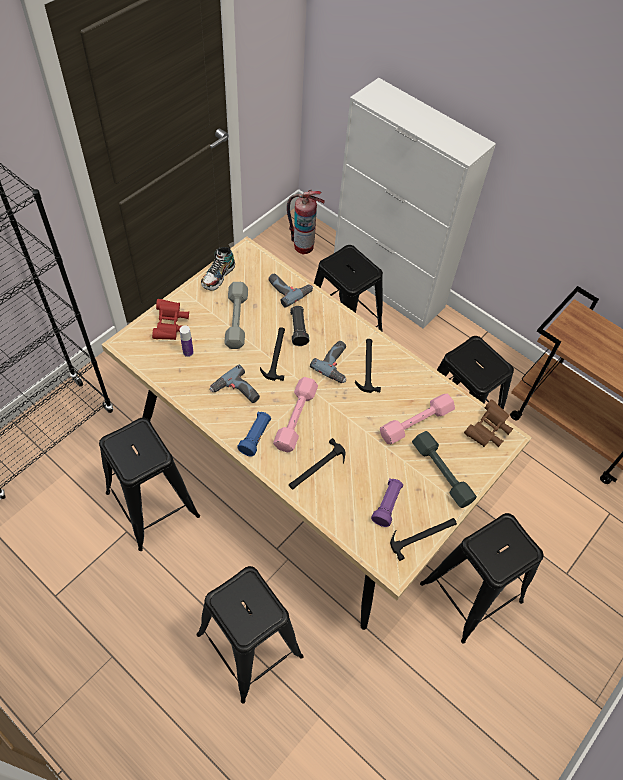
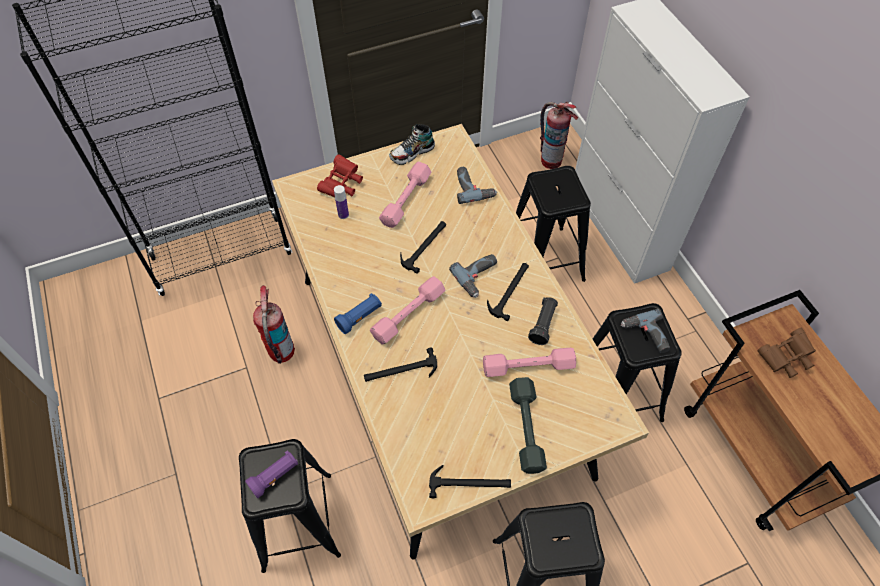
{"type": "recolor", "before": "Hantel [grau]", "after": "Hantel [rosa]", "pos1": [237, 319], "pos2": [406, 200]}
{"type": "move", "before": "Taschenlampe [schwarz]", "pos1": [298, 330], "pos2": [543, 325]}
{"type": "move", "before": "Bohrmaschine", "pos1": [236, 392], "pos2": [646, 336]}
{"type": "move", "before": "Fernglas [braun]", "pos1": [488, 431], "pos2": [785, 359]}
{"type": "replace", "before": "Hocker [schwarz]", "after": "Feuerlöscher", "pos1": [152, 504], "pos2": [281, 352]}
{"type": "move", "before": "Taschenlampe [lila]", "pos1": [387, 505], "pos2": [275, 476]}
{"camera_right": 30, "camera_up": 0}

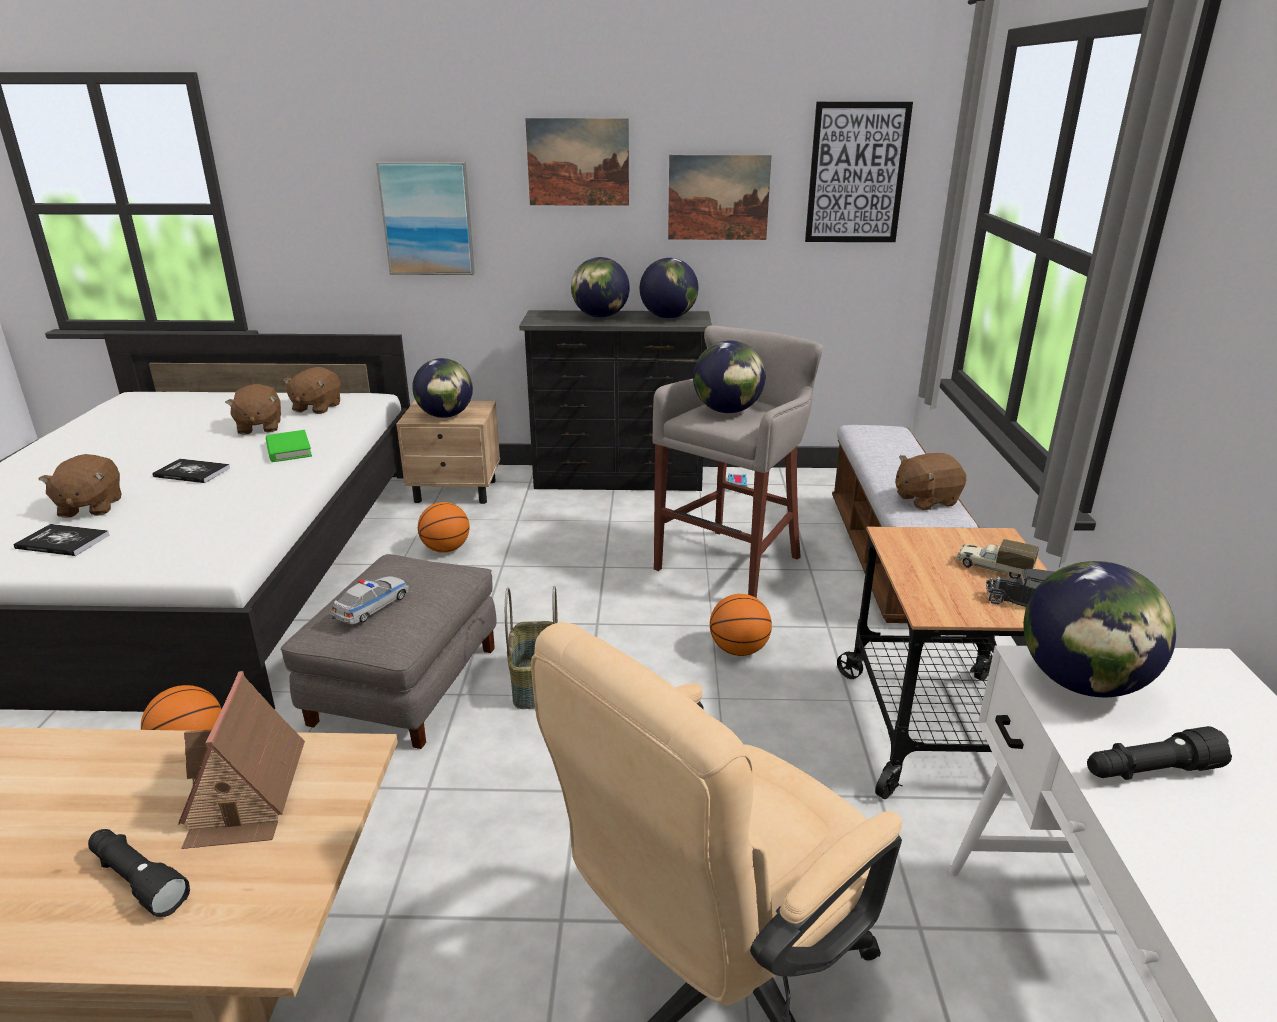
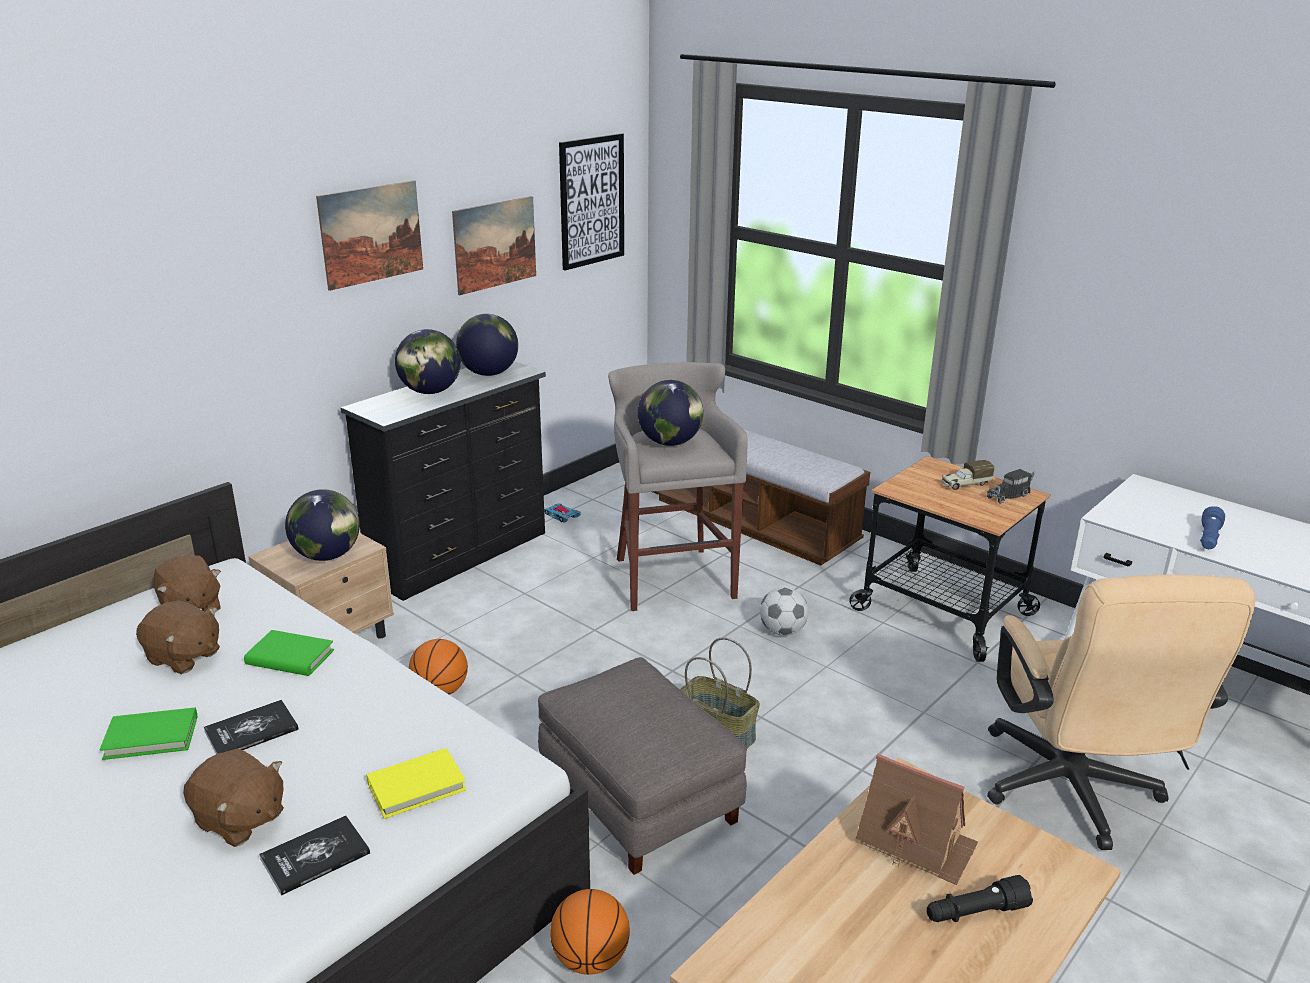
{"type": "delete", "before": "Bild", "pos1": [427, 219]}
{"type": "delete", "before": "Plüschtier [braun]", "pos1": [925, 500]}
{"type": "delete", "before": "Globus", "pos1": [1082, 683]}
{"type": "delete", "before": "Spielzeugauto", "pos1": [372, 606]}
{"type": "replace", "before": "Basketball", "after": "Fußball", "pos1": [739, 650], "pos2": [782, 631]}
{"type": "recolor", "before": "Taschenlampe [schwarz]", "after": "Taschenlampe [blau]", "pos1": [1149, 771], "pos2": [1208, 538]}
{"type": "insert", "after": "Buch [grün]", "pos2": [151, 737]}
{"type": "insert", "after": "Buch [gelb]", "pos2": [416, 786]}
{"camera_right": -50, "camera_up": 0}

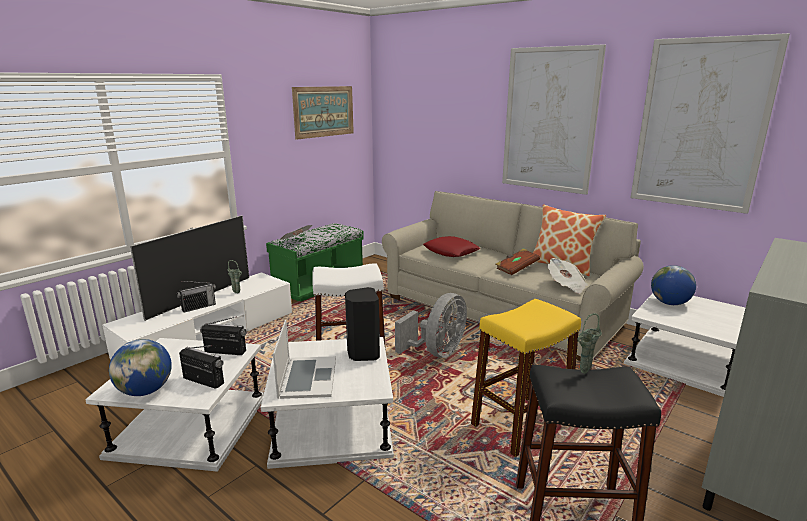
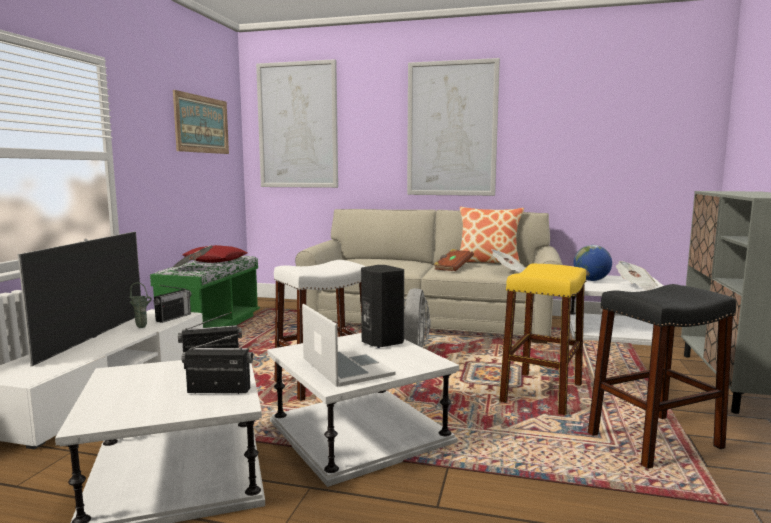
{"type": "move", "before": "Bild", "pos1": [701, 125], "pos2": [298, 125]}
{"type": "move", "before": "Kissen [rot]", "pos1": [451, 252], "pos2": [215, 260]}
{"type": "move", "before": "Radio", "pos1": [198, 307], "pos2": [173, 317]}
{"type": "delete", "before": "Vase [grün]", "pos1": [583, 373]}
{"type": "delete", "before": "Globus", "pos1": [145, 391]}
{"type": "insert", "after": "Zeitung", "pos2": [636, 286]}
{"camera_right": -25, "camera_up": -10}

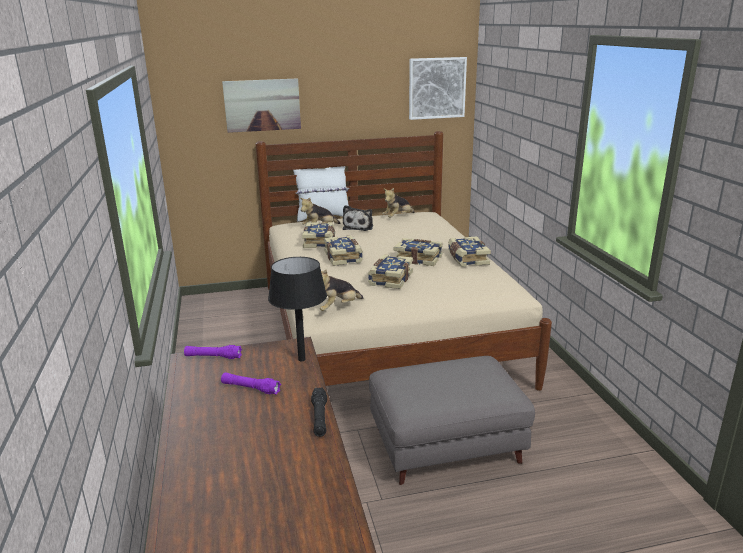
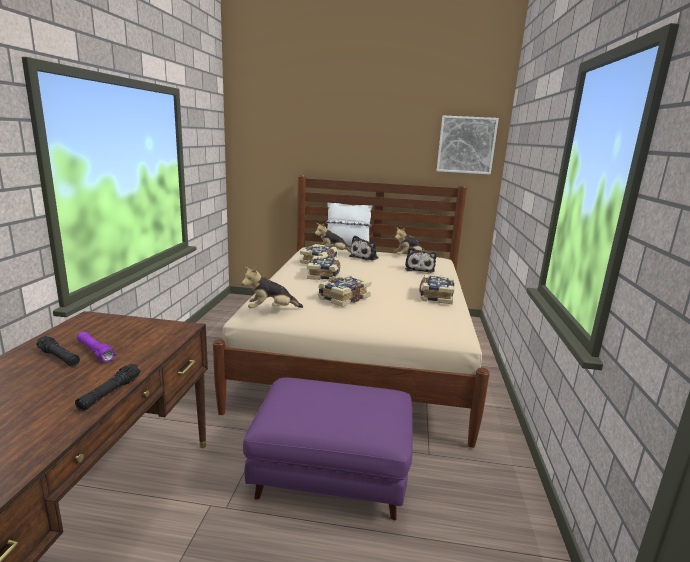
{"type": "delete", "before": "Bild", "pos1": [262, 105]}
{"type": "delete", "before": "Buch", "pos1": [418, 259]}
{"type": "delete", "before": "Tischlampe [schwarz]", "pos1": [302, 359]}
{"type": "delete", "before": "Taschenlampe [lila]", "pos1": [213, 357]}
{"type": "recolor", "before": "Polsterhocker [grau]", "after": "Polsterhocker [lila]", "pos1": [446, 445], "pos2": [332, 474]}
{"type": "insert", "after": "Plüschtier", "pos2": [419, 269]}
{"type": "insert", "after": "Taschenlampe [schwarz]", "pos2": [59, 357]}
{"camera_right": 20, "camera_up": -5}

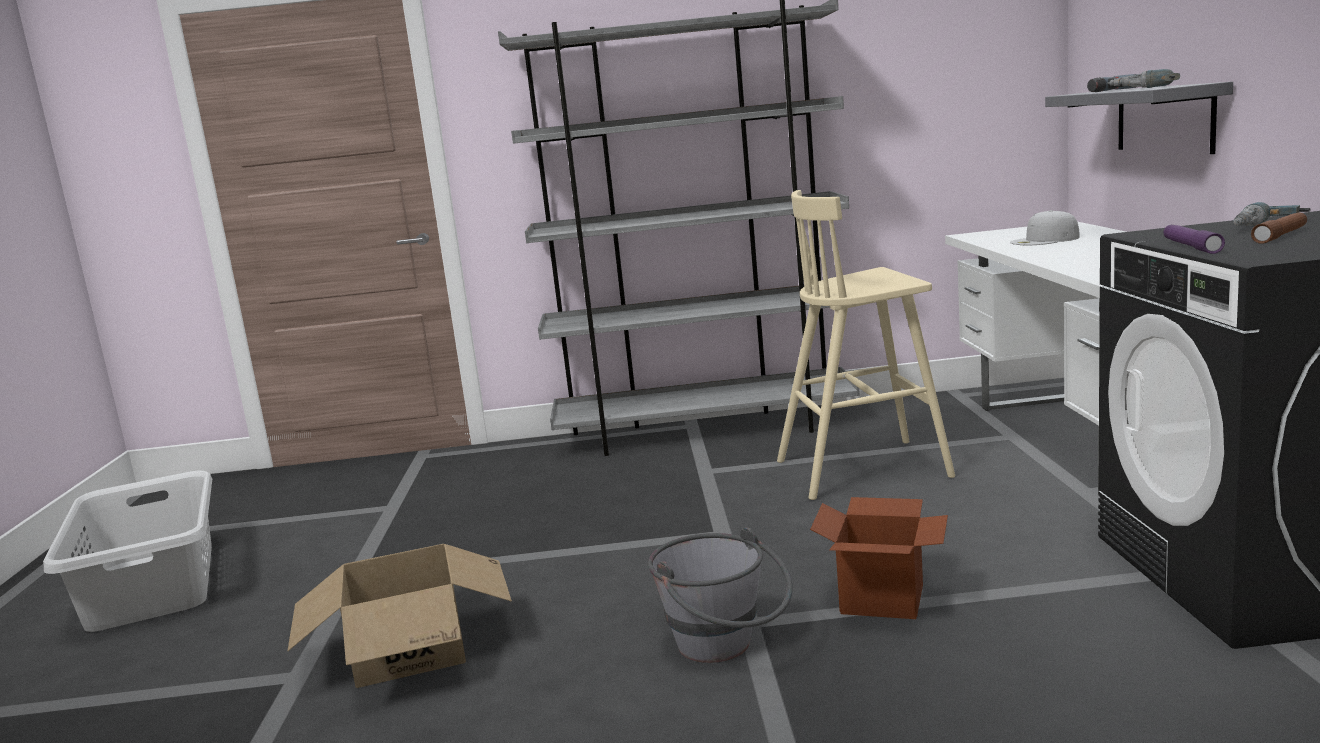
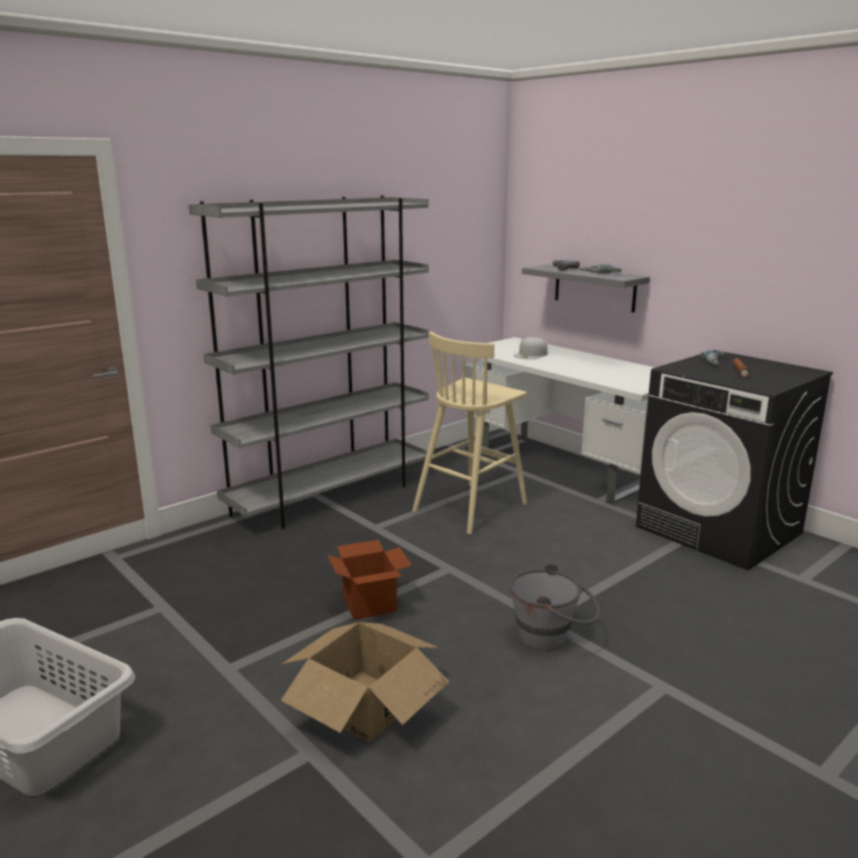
{"type": "delete", "before": "Taschenlampe [lila]", "pos1": [1191, 247]}
{"type": "move", "before": "Karton", "pos1": [881, 600], "pos2": [369, 604]}
{"camera_right": -40, "camera_up": 5}

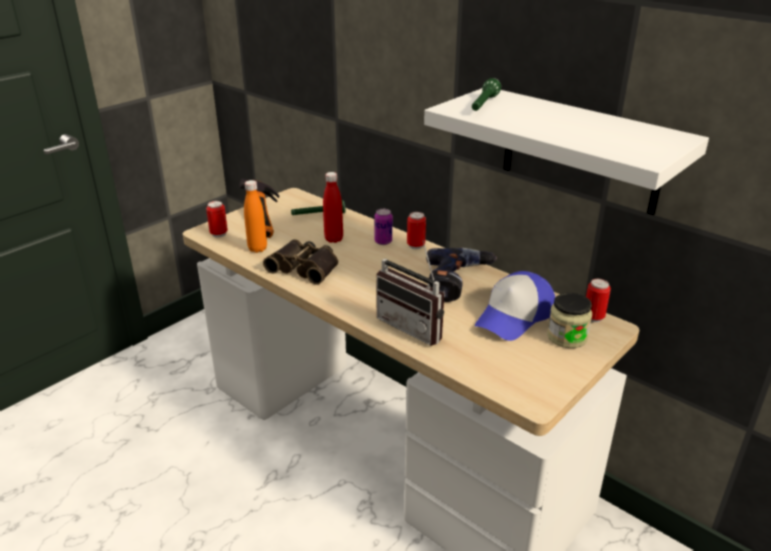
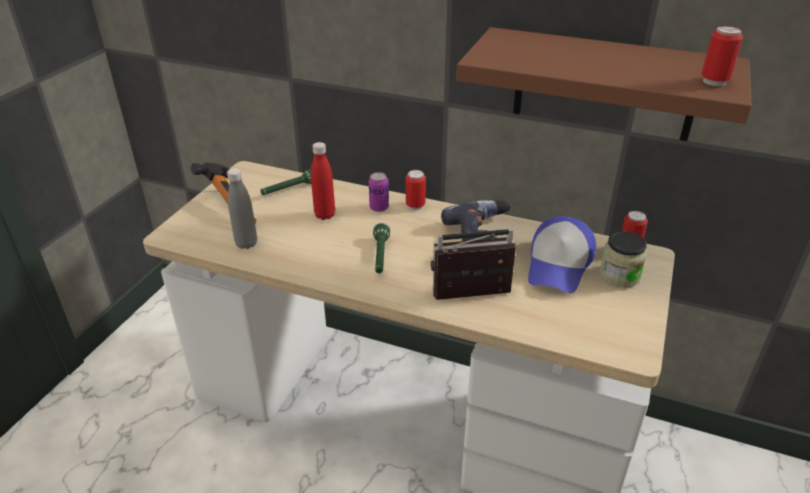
{"type": "move", "before": "Taschenlampe [grün]", "pos1": [483, 105], "pos2": [380, 256]}
{"type": "recolor", "before": "Wandregal [weiß]", "after": "Wandregal [braun]", "pos1": [580, 150], "pos2": [604, 85]}
{"type": "recolor", "before": "Flasche [orange]", "after": "Flasche [grau]", "pos1": [257, 249], "pos2": [246, 244]}
{"type": "move", "before": "Dose", "pos1": [219, 234], "pos2": [714, 82]}
{"type": "delete", "before": "Fernglas", "pos1": [305, 267]}
{"type": "rotate", "before": "Radio", "pos1": [415, 326], "pos2": [472, 298], "turn": 150}
{"camera_right": -20, "camera_up": 5}

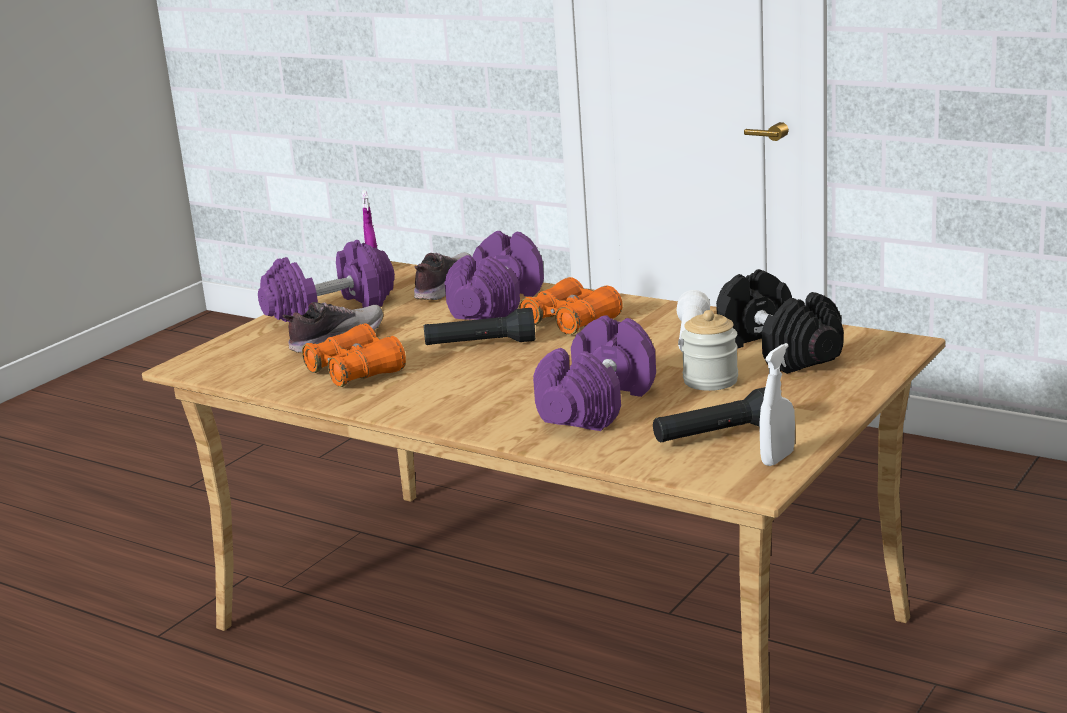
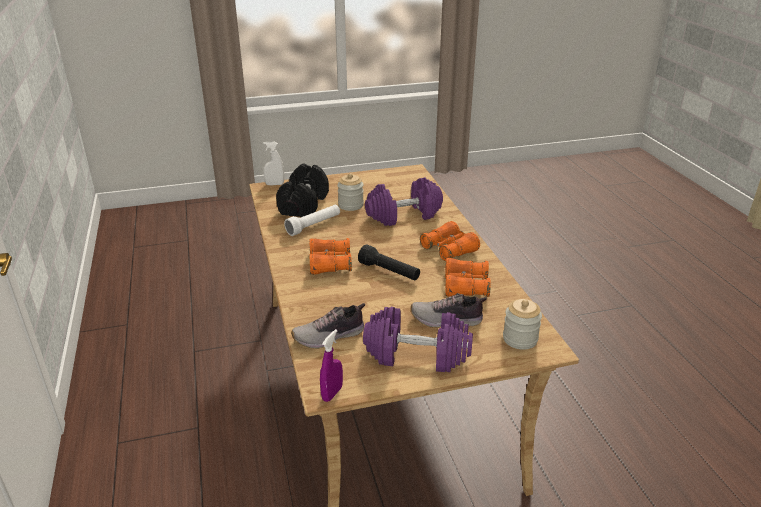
{"type": "delete", "before": "Hantel [lila]", "pos1": [497, 304]}
{"type": "move", "before": "Sprühflasche [weiß]", "pos1": [777, 458], "pos2": [274, 184]}
{"type": "delete", "before": "Taschenlampe [schwarz]", "pos1": [717, 435]}
{"type": "insert", "after": "Fernglas [orange]", "pos2": [449, 249]}
{"type": "insert", "after": "Vorratsglas", "pos2": [520, 339]}
{"camera_right": -140, "camera_up": 10}

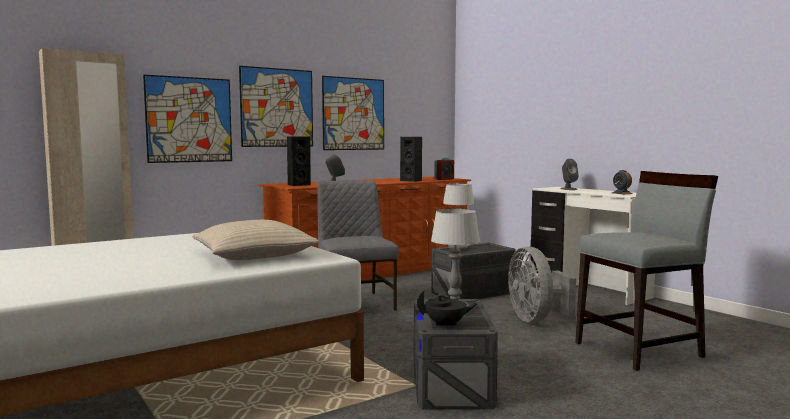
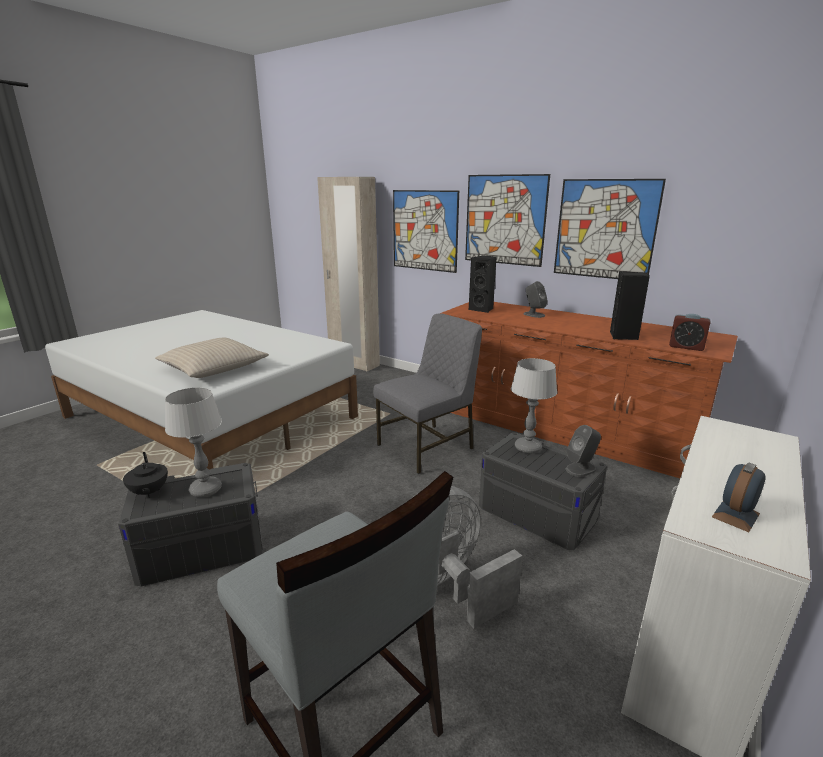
{"type": "move", "before": "Lautsprecher [grau]", "pos1": [568, 189], "pos2": [581, 469]}
{"camera_right": 70, "camera_up": 15}

